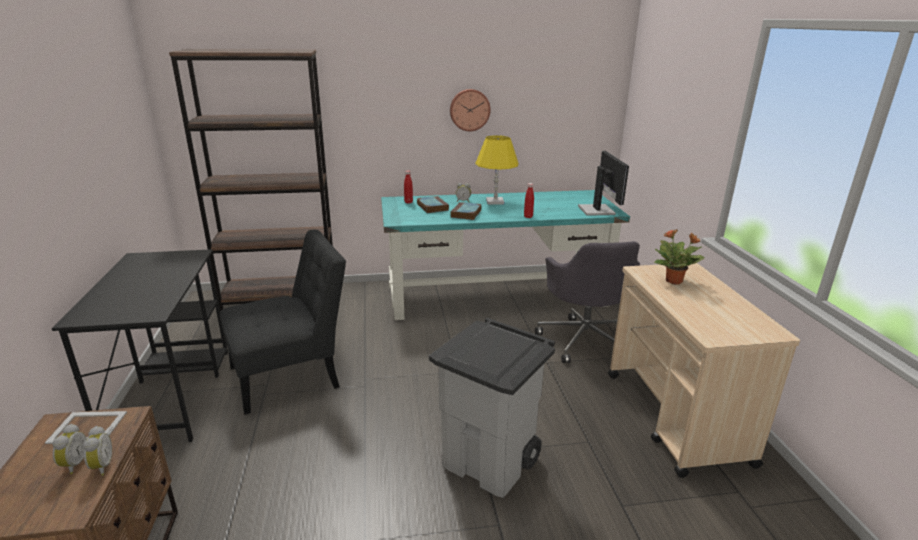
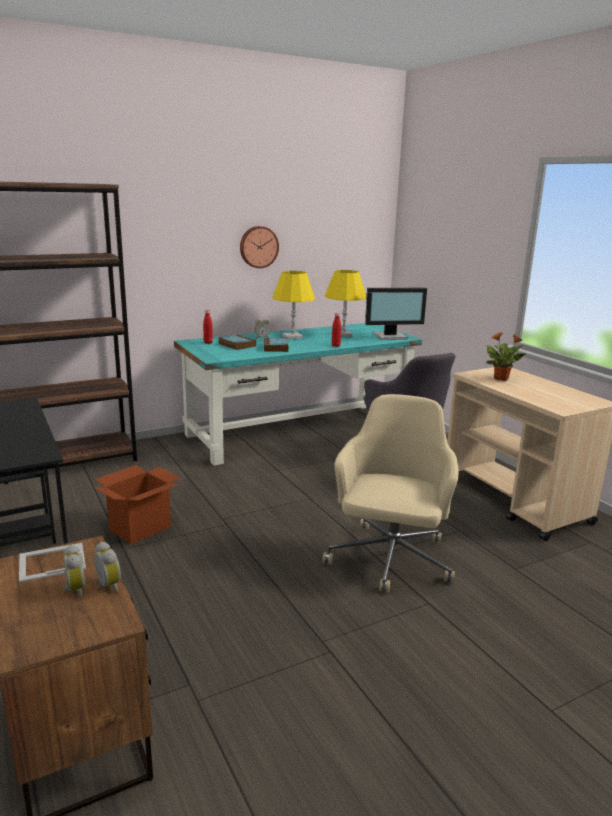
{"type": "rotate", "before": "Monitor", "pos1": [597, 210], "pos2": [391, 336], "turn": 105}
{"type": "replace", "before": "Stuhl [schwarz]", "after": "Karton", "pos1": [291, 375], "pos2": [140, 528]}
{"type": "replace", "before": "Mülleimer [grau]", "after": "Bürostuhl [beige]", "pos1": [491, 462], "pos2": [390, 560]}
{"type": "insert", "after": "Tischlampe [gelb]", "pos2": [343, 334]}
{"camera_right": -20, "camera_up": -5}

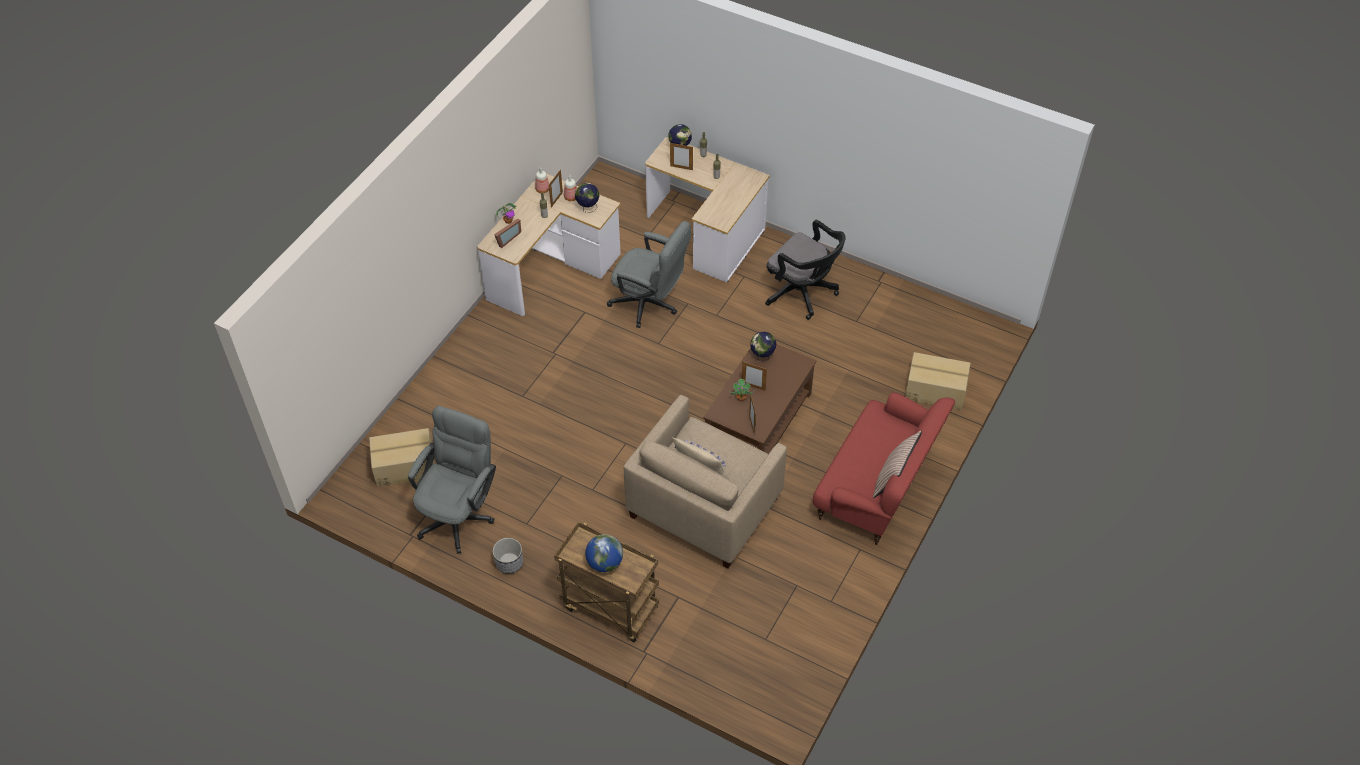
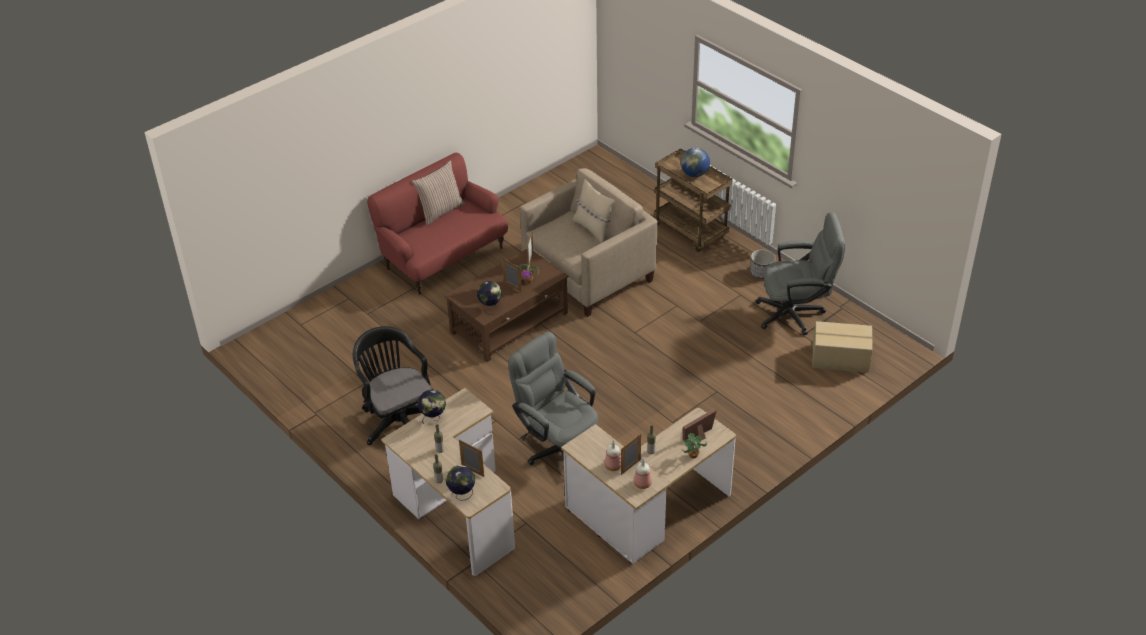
{"type": "move", "before": "Globus", "pos1": [588, 208], "pos2": [433, 418]}
{"type": "delete", "before": "Karton", "pos1": [935, 390]}
{"type": "rotate", "before": "Bürostuhl [grau]", "pos1": [459, 513], "pos2": [796, 314], "turn": -135}
{"camera_right": -160, "camera_up": -10}

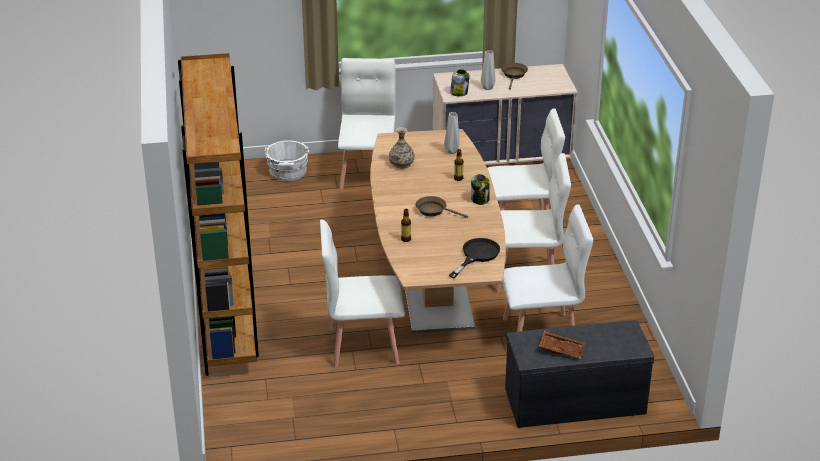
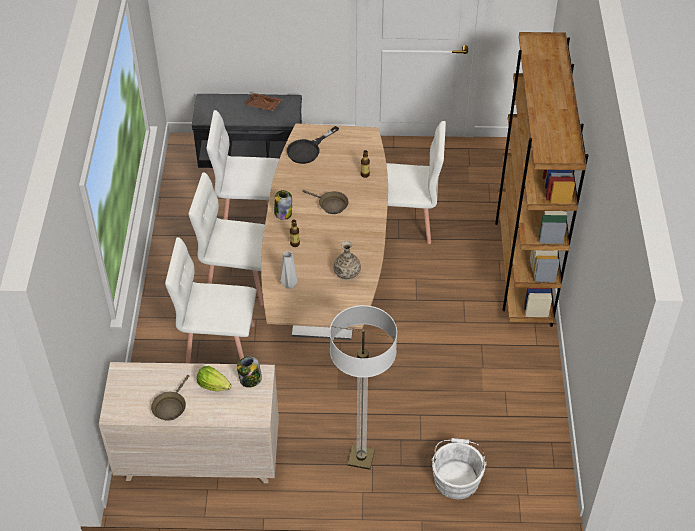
{"type": "replace", "before": "Vase [grau]", "after": "Salatkopf", "pos1": [487, 87], "pos2": [213, 385]}
{"type": "replace", "before": "Stuhl [weiß]", "after": "Stehlampe", "pos1": [368, 174], "pos2": [361, 458]}
{"camera_right": -170, "camera_up": 15}

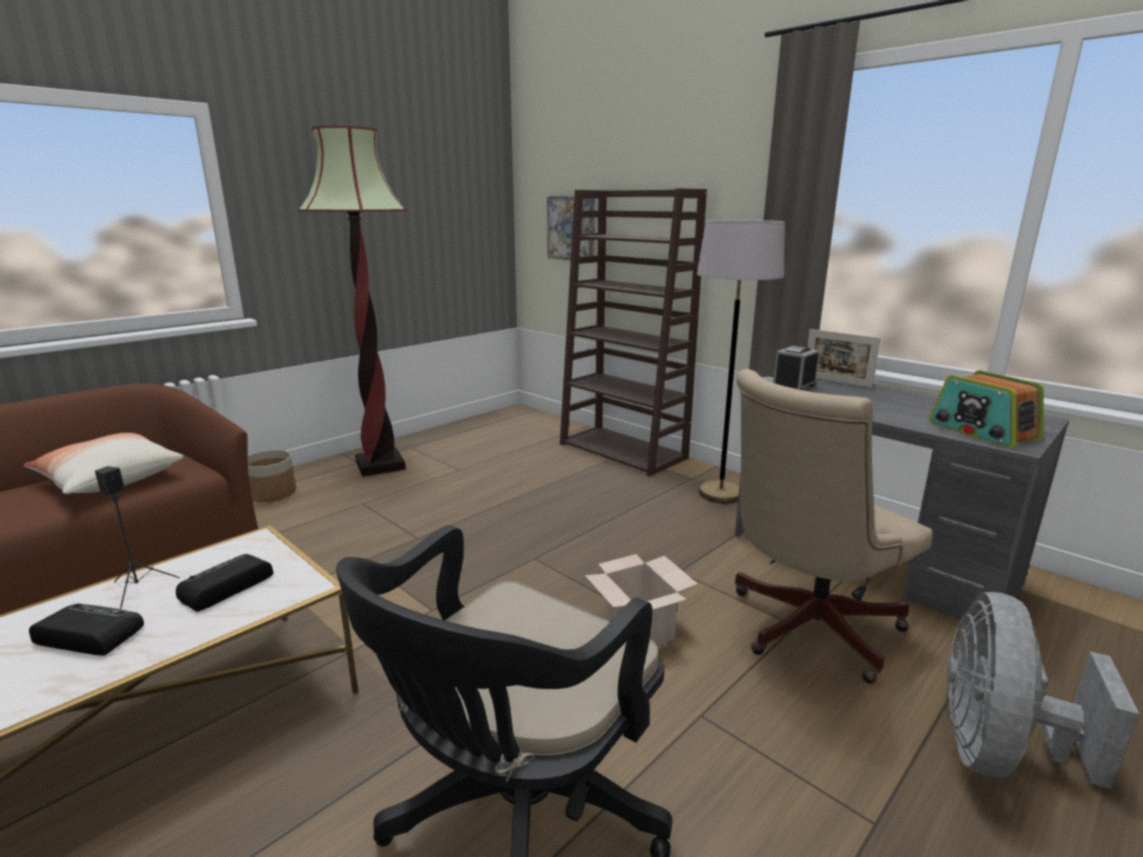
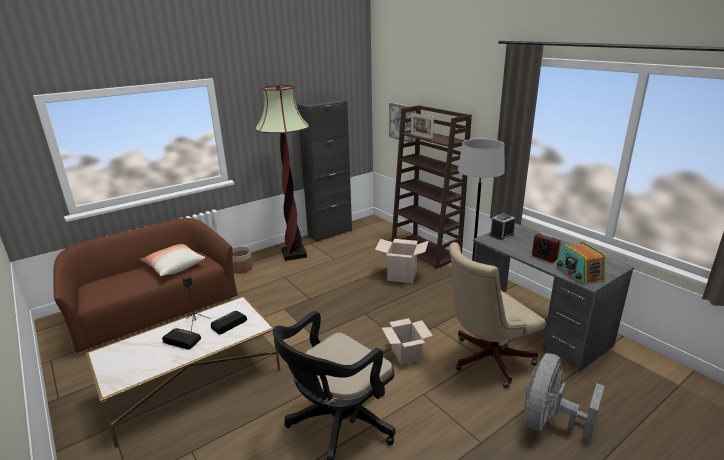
{"type": "move", "before": "Bilderrahmen", "pos1": [836, 381], "pos2": [421, 136]}
{"type": "insert", "after": "Schrank [schwarz]", "pos2": [330, 233]}
{"type": "insert", "after": "Wecker", "pos2": [544, 257]}
{"type": "insert", "after": "Karton", "pos2": [402, 276]}
{"camera_right": 10, "camera_up": 5}

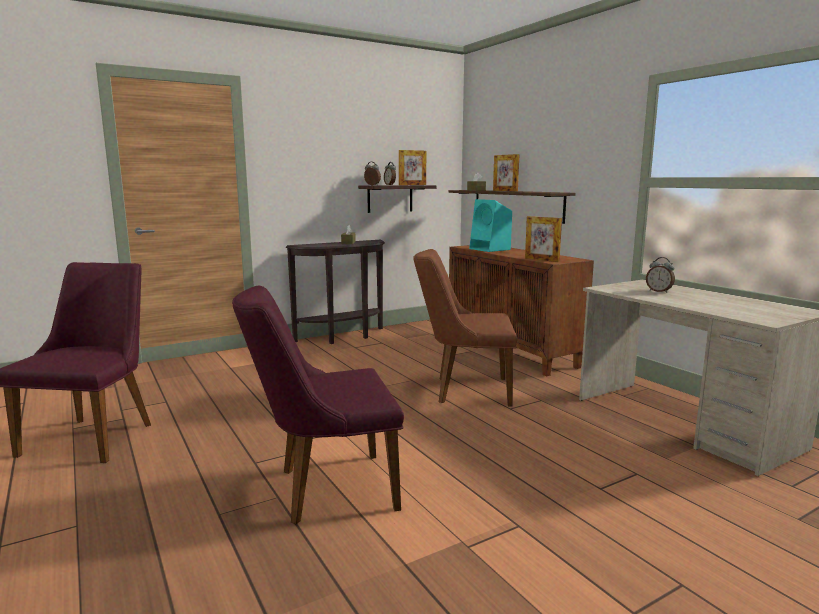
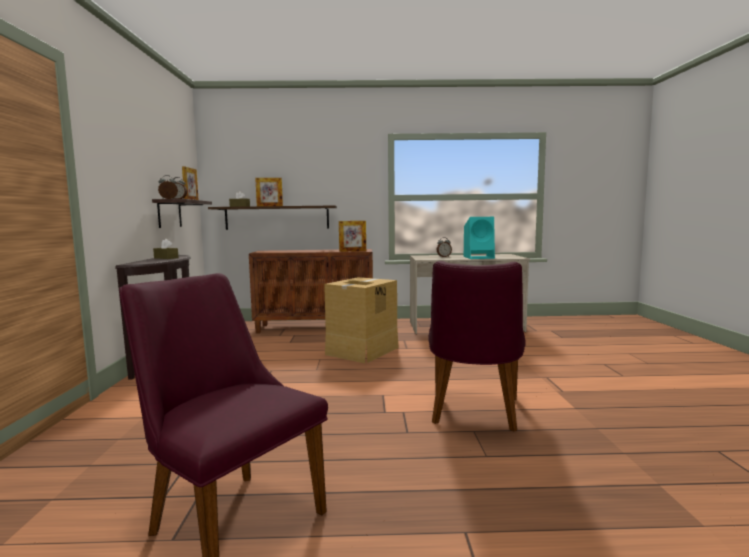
{"type": "move", "before": "Lautsprecher [türkis]", "pos1": [490, 249], "pos2": [479, 257]}
{"type": "replace", "before": "Stuhl [braun]", "after": "Karton", "pos1": [464, 390], "pos2": [362, 351]}
{"camera_right": -60, "camera_up": -5}

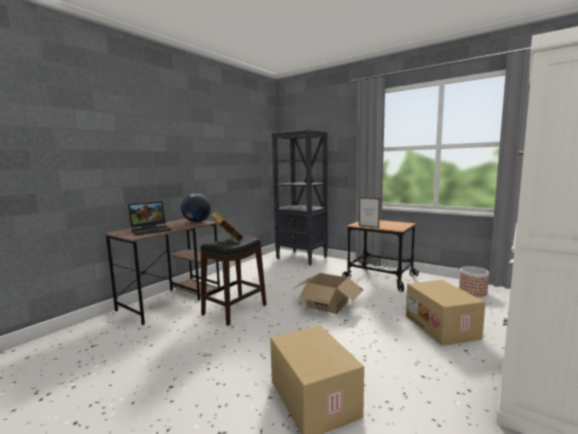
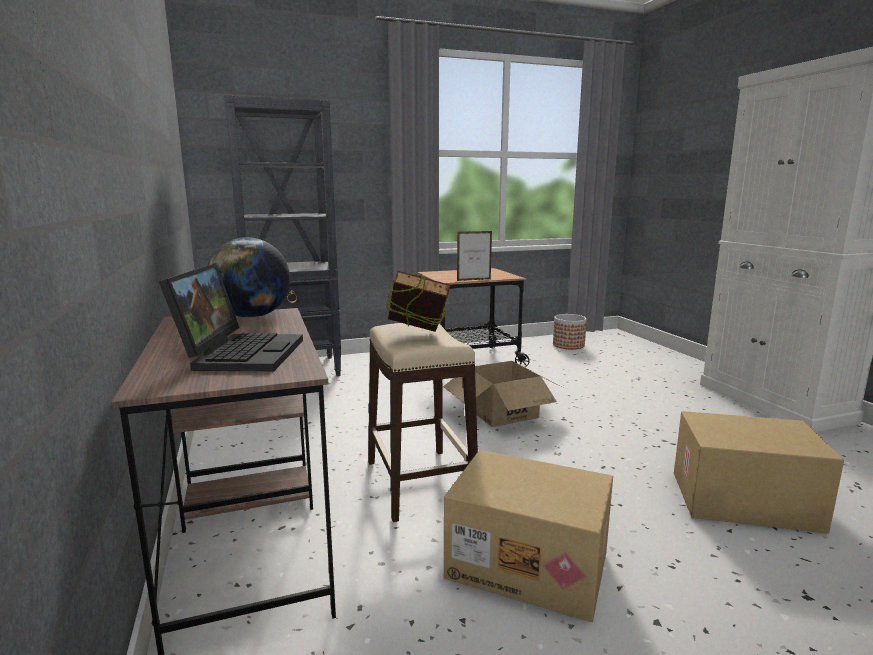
{"type": "recolor", "before": "Hocker [schwarz]", "after": "Hocker [beige]", "pos1": [235, 309], "pos2": [420, 482]}
{"type": "move", "before": "Karton", "pos1": [442, 327], "pos2": [529, 564]}
{"camera_right": -55, "camera_up": 5}

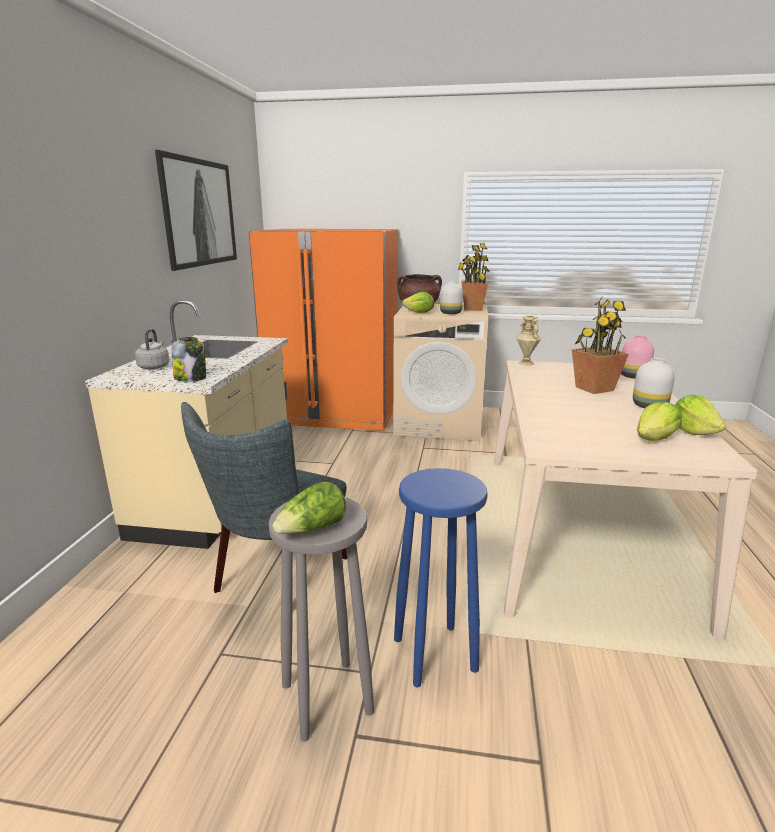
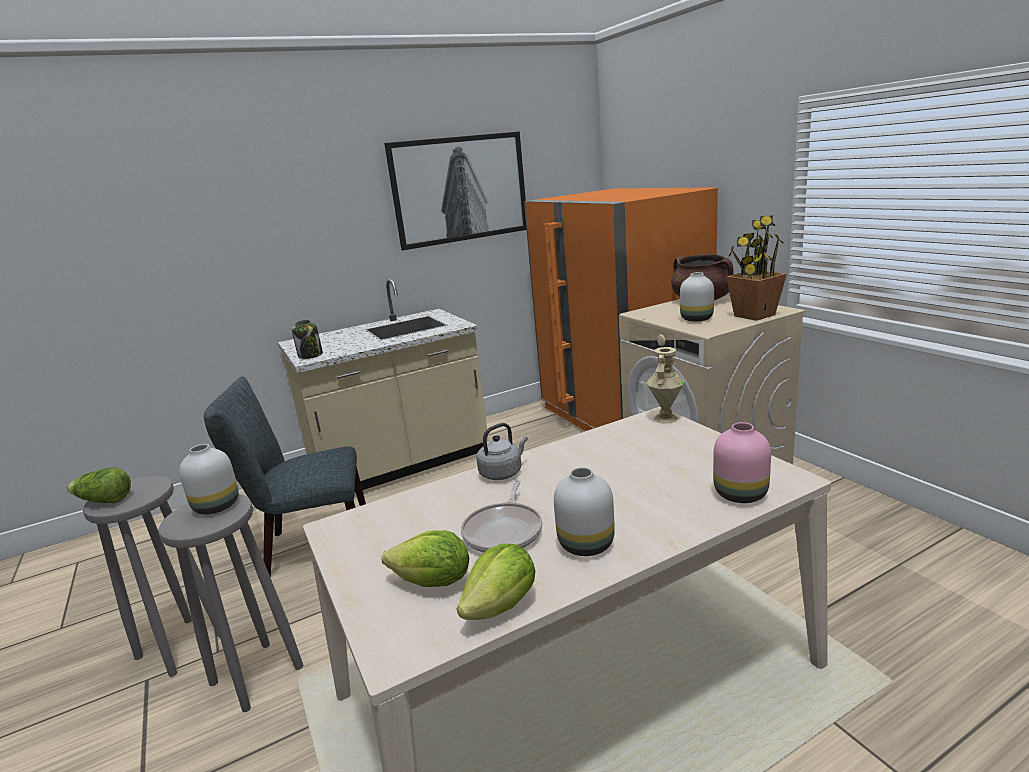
{"type": "delete", "before": "Salatkopf", "pos1": [419, 313]}
{"type": "delete", "before": "Topfpflanze", "pos1": [594, 388]}
{"type": "move", "before": "Wasserkessel [grau]", "pos1": [154, 366], "pos2": [502, 473]}
{"type": "recolor", "before": "Hocker [blau]", "after": "Hocker [grau]", "pos1": [436, 654], "pos2": [257, 675]}
{"type": "insert", "after": "Vase [weiß]", "pos2": [215, 506]}
{"type": "insert", "after": "Pfanne", "pos2": [504, 531]}
{"camera_right": 55, "camera_up": 0}

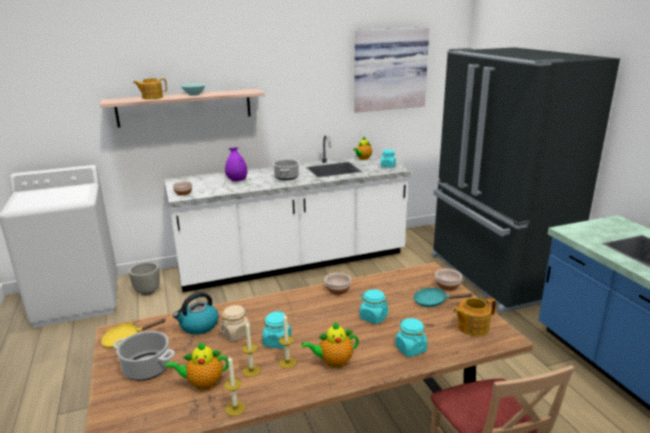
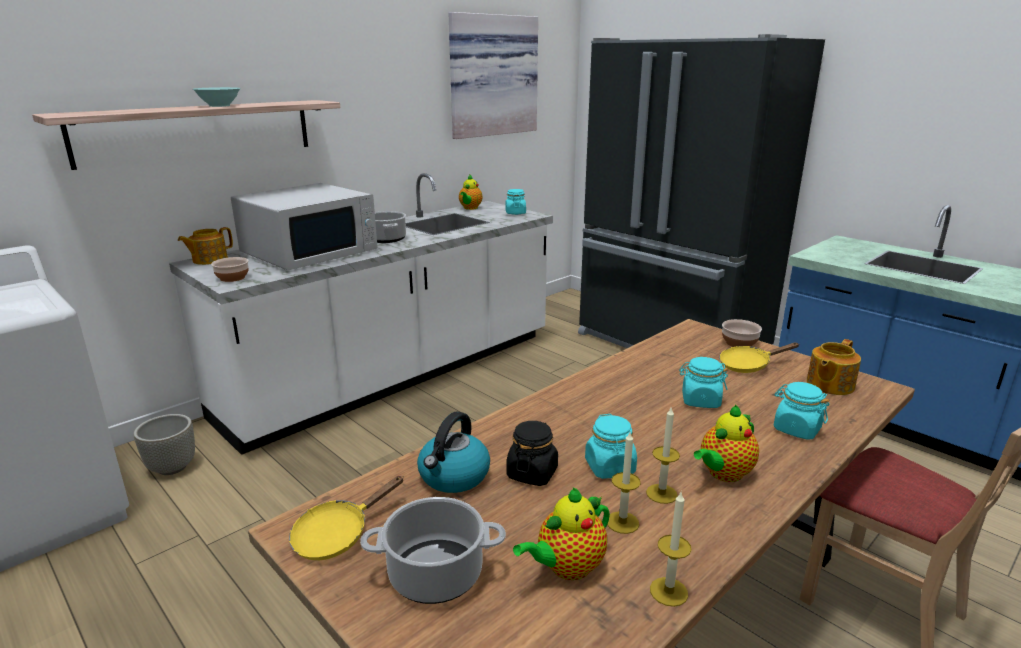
{"type": "move", "before": "Teekanne", "pos1": [152, 97], "pos2": [209, 260]}
{"type": "replace", "before": "Vase [lila]", "after": "Mikrowelle [weiß]", "pos1": [237, 181], "pos2": [310, 252]}
{"type": "delete", "before": "Schüssel", "pos1": [338, 290]}
{"type": "recolor", "before": "Pfanne [türkis]", "after": "Pfanne [gelb]", "pos1": [434, 302], "pos2": [748, 365]}
{"type": "recolor", "before": "Vorratsglas [beige]", "after": "Vorratsglas [schwarz]", "pos1": [236, 334], "pos2": [532, 473]}
{"camera_right": -25, "camera_up": 0}

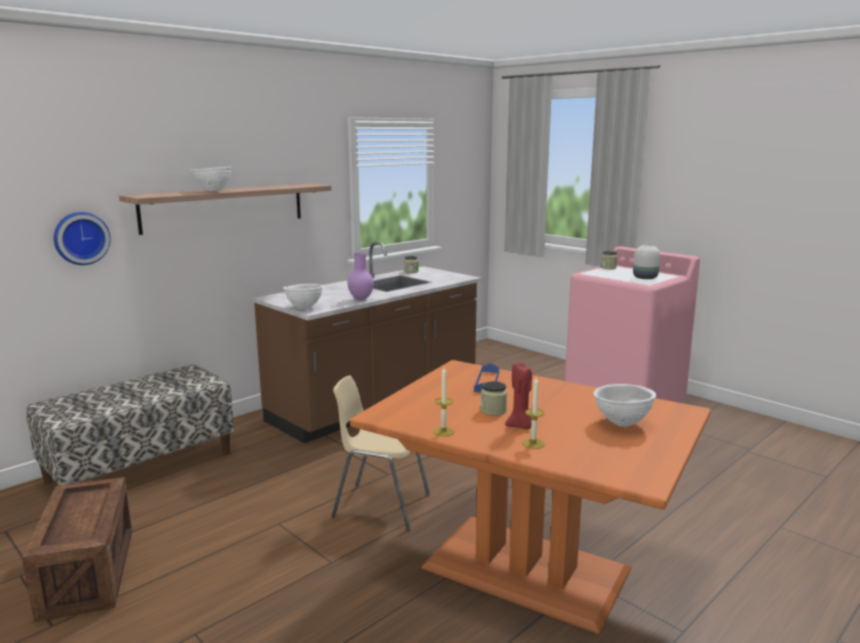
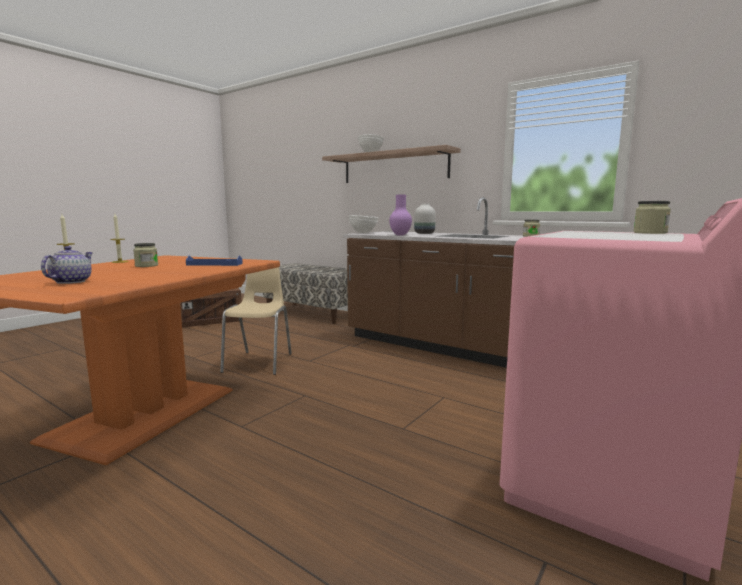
{"type": "delete", "before": "Wanduhr", "pos1": [80, 238]}
{"type": "move", "before": "Vase [weiß]", "pos1": [645, 278], "pos2": [424, 233]}
{"type": "delete", "before": "Kerze [rot]", "pos1": [520, 426]}
{"type": "replace", "before": "Schüssel [weiß]", "after": "Teekanne", "pos1": [622, 423], "pos2": [71, 282]}
{"camera_right": 80, "camera_up": -5}

